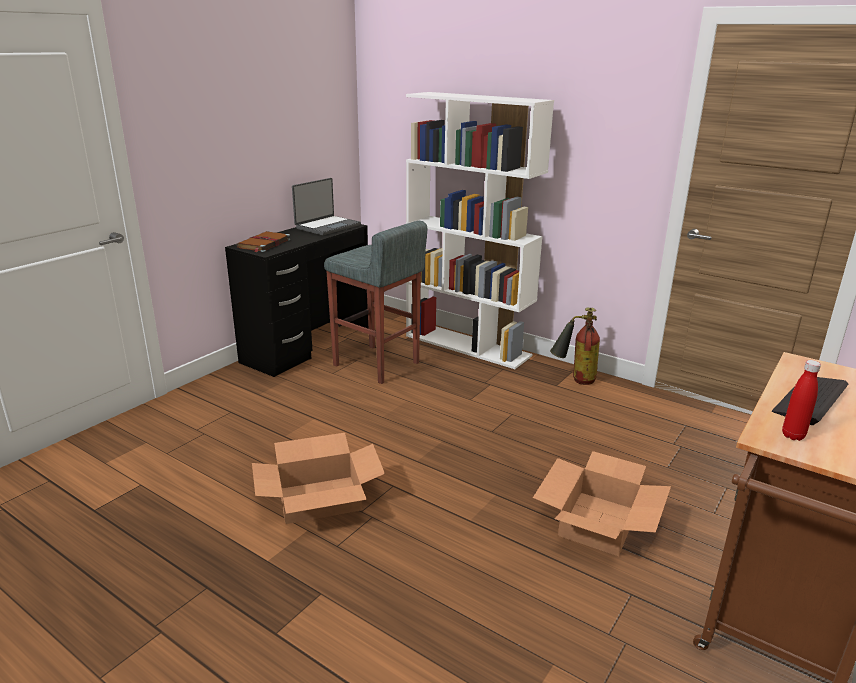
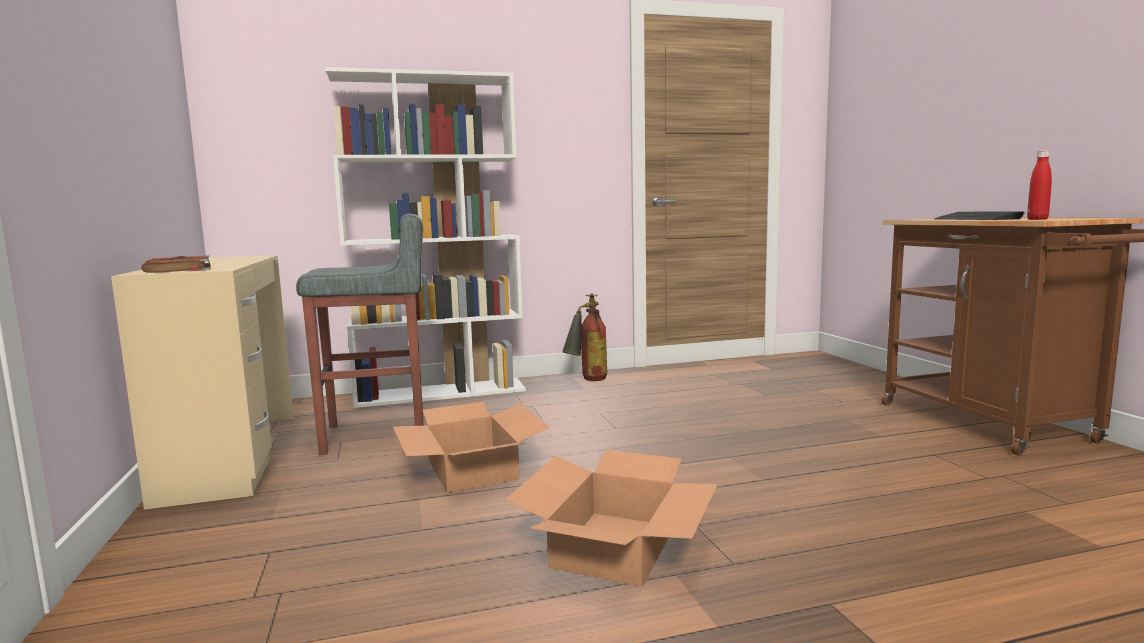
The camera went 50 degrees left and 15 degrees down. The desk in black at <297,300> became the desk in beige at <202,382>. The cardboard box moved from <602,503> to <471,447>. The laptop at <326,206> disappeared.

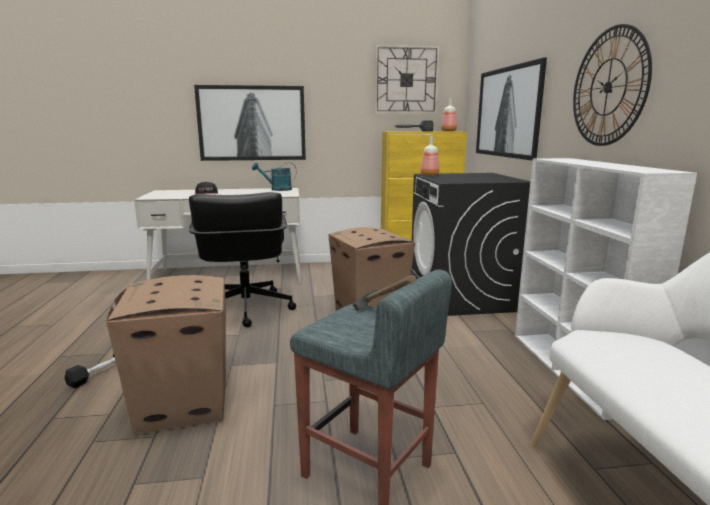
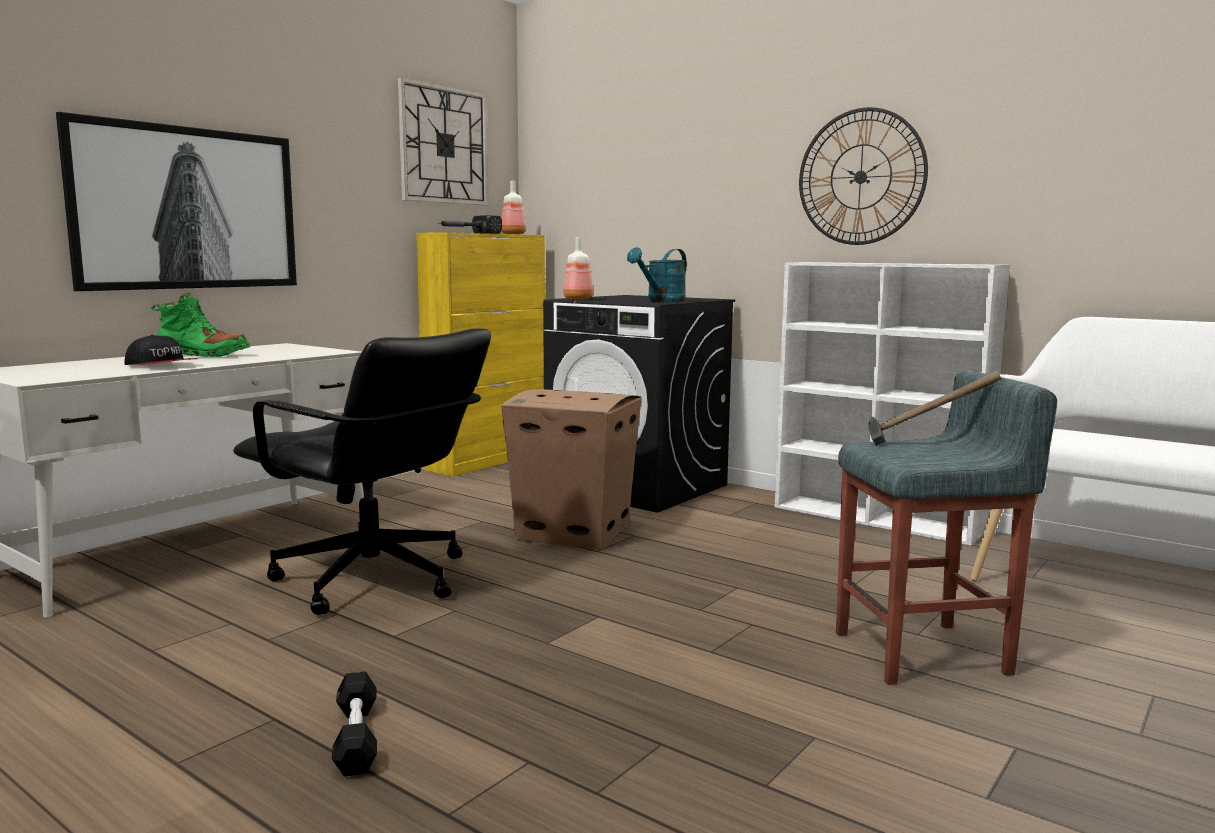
The camera went 45 degrees left and 5 degrees down. The boot in green at <200,324> appeared. The watering can in turquoise moved from <274,176> to <657,274>. The cardboard box at <166,355> disappeared. The picture at <511,109> disappeared.

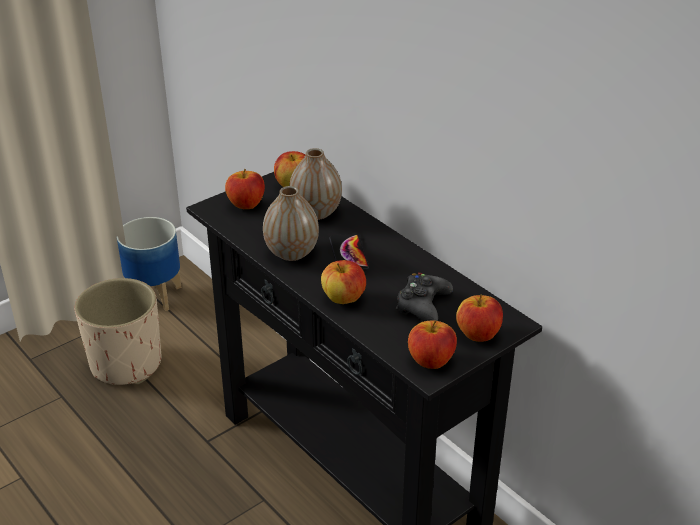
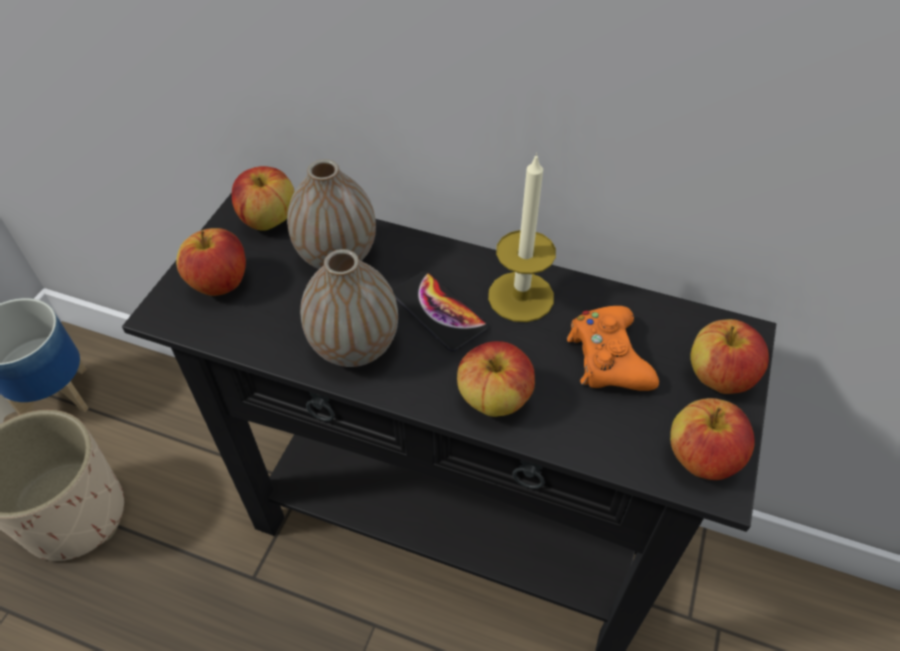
The camera went 30 degrees left and 15 degrees up. The candle at <522,237> appeared. The game controller in black at <424,297> became the game controller in orange at <613,348>.

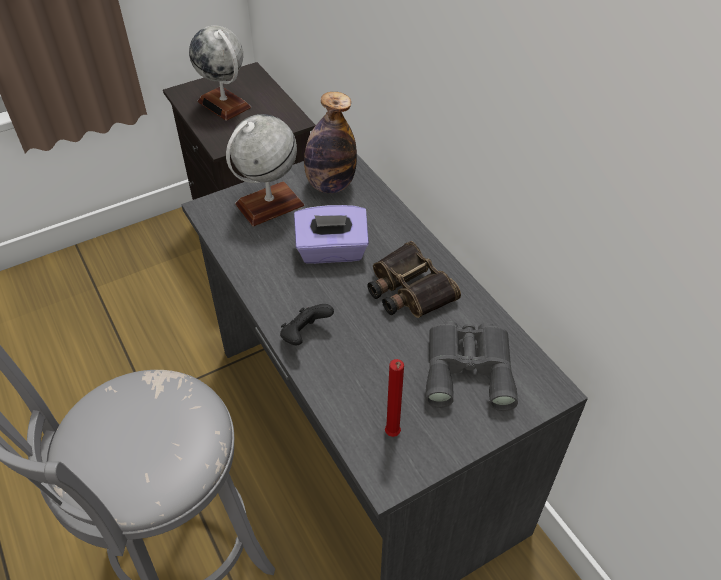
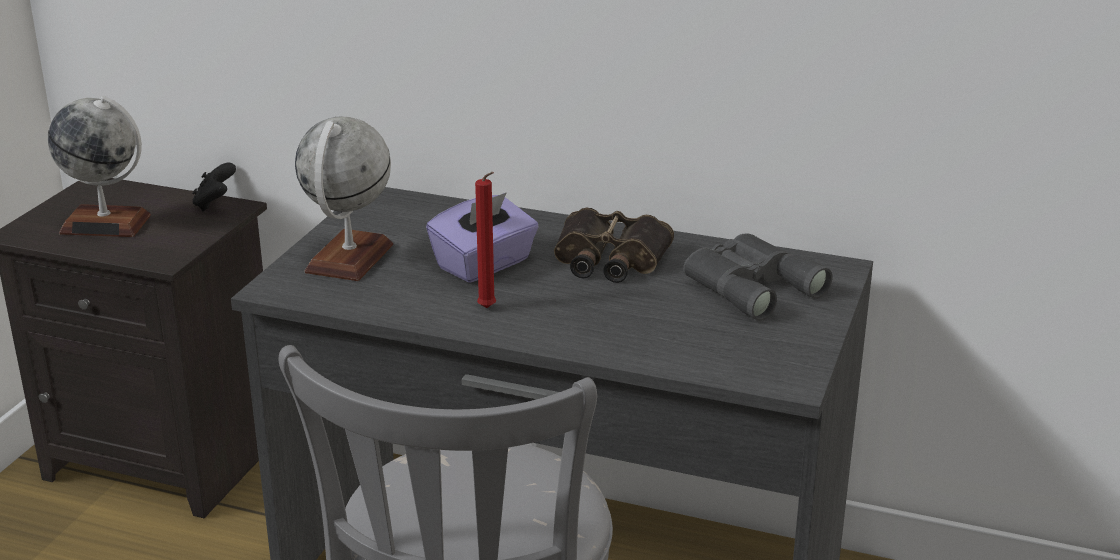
The camera went 40 degrees left and 20 degrees down. The game controller in black moved from <307,324> to <214,187>. The candle in red moved from <394,398> to <485,240>. The bottle at <330,142> disappeared.

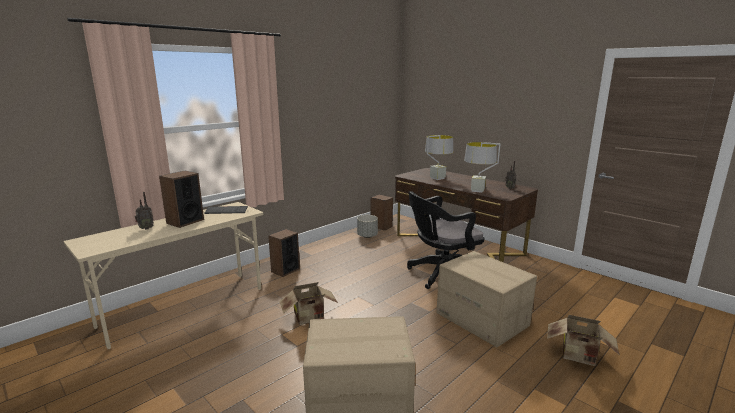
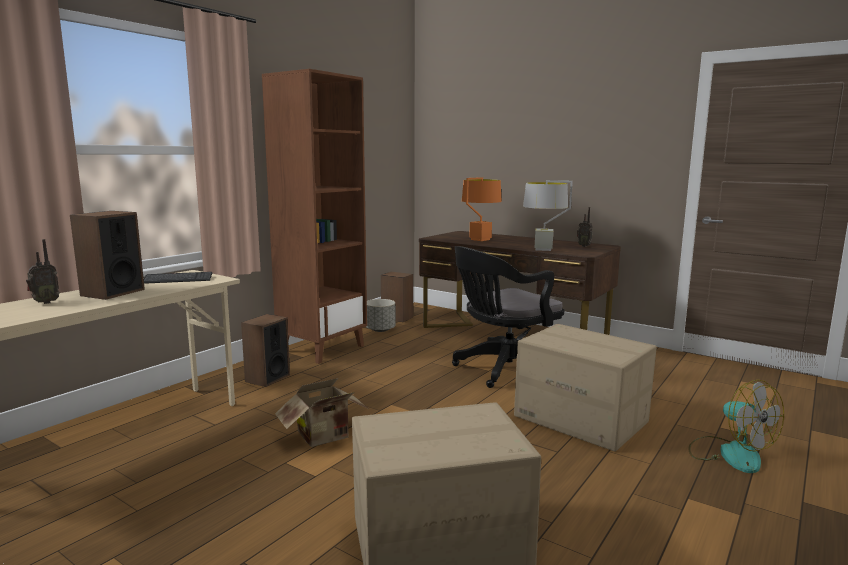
The camera went 10 degrees left and 5 degrees down. The bookcase in brown at <314,216> appeared. The table lamp in grey at <439,157> became the table lamp in orange at <482,209>. The cardboard box at <583,340> was replaced by the fan at <736,426>.

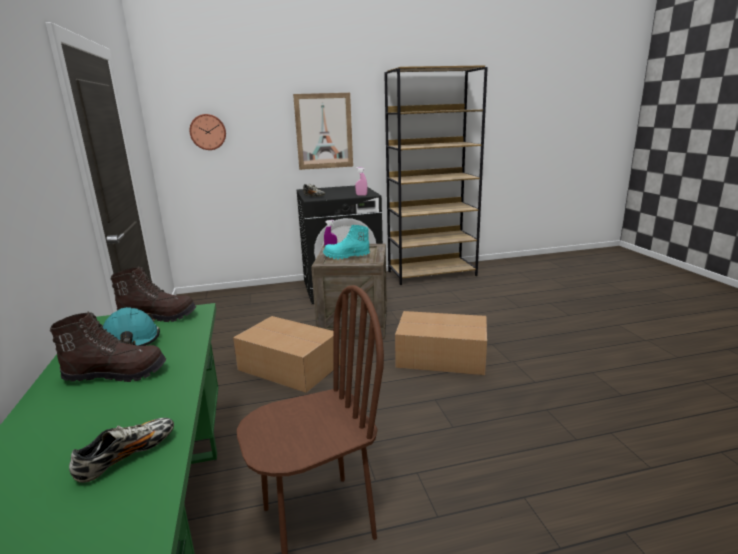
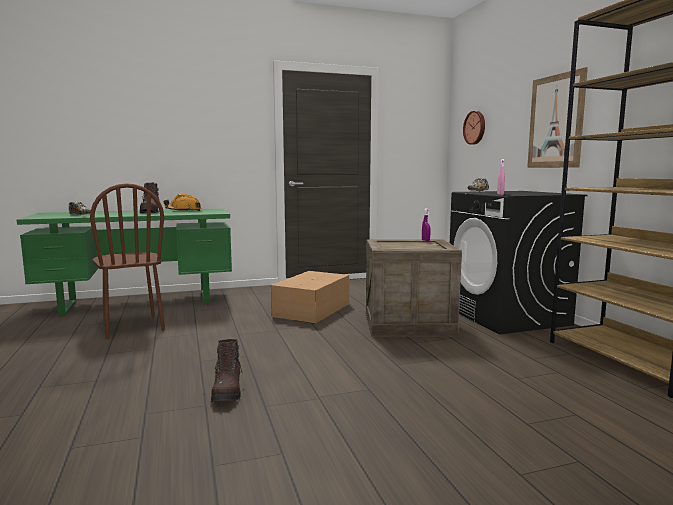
The camera went 85 degrees right and 10 degrees down. The hard hat in turquoise at <131,326> became the hard hat in orange at <182,202>. The boot in brown moved from <153,294> to <227,370>. The boot in turquoise at <346,242> disappeared. The cardboard box at <441,343> disappeared.

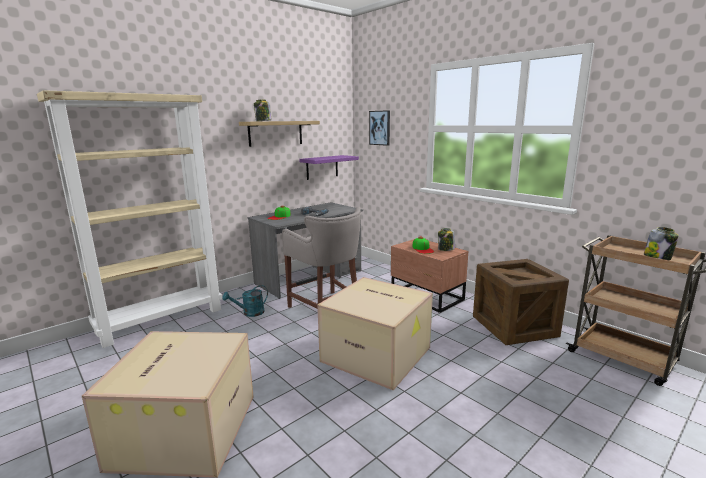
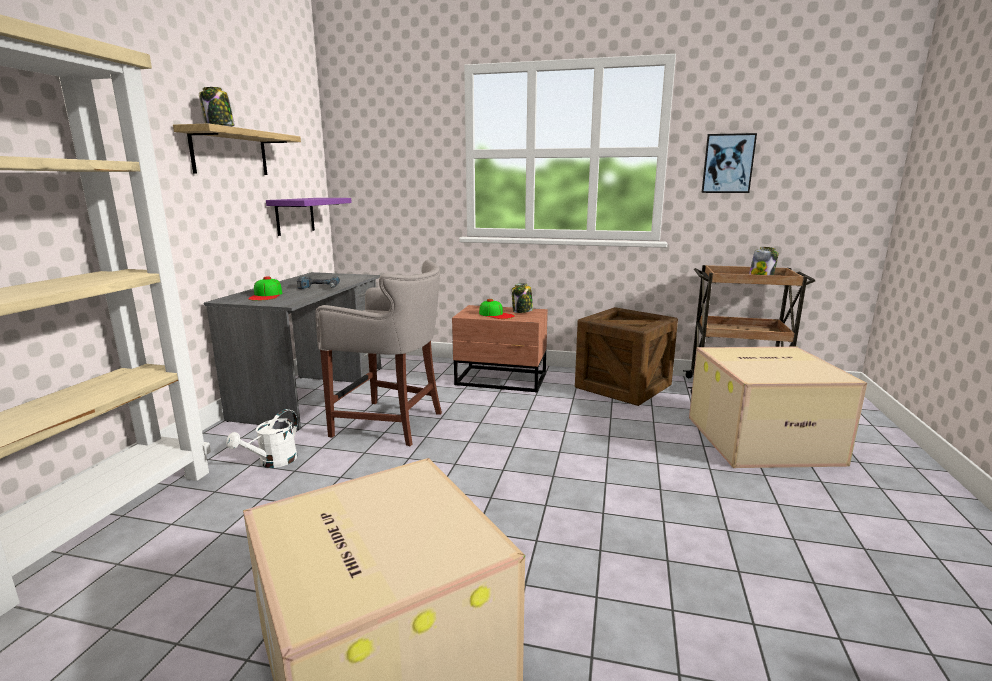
The camera went 35 degrees left and 0 degrees up. The watering can in turquoise at <245,301> became the watering can in white at <262,438>. The cardboard box moved from <375,333> to <778,407>. The picture moved from <379,128> to <729,163>.

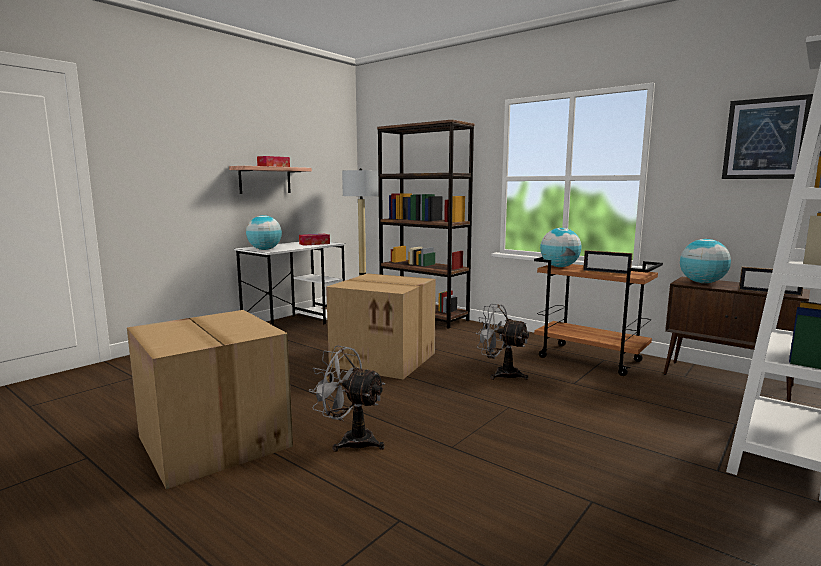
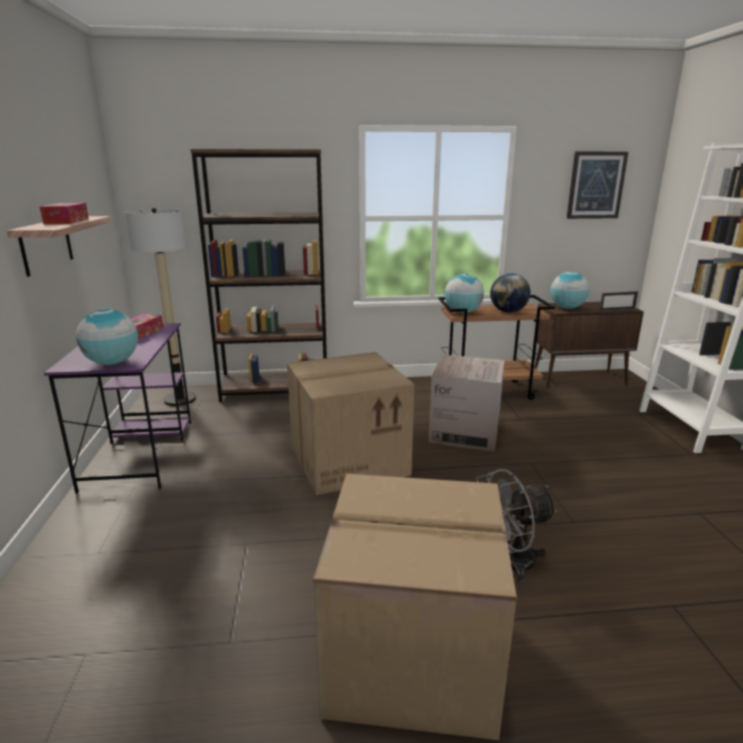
The camera went 45 degrees left and 10 degrees up. The desk in white at <290,284> became the desk in purple at <117,408>. The fan in grey at <502,342> was replaced by the cardboard box at <467,403>. The picture frame at <607,262> was replaced by the globe at <510,293>.

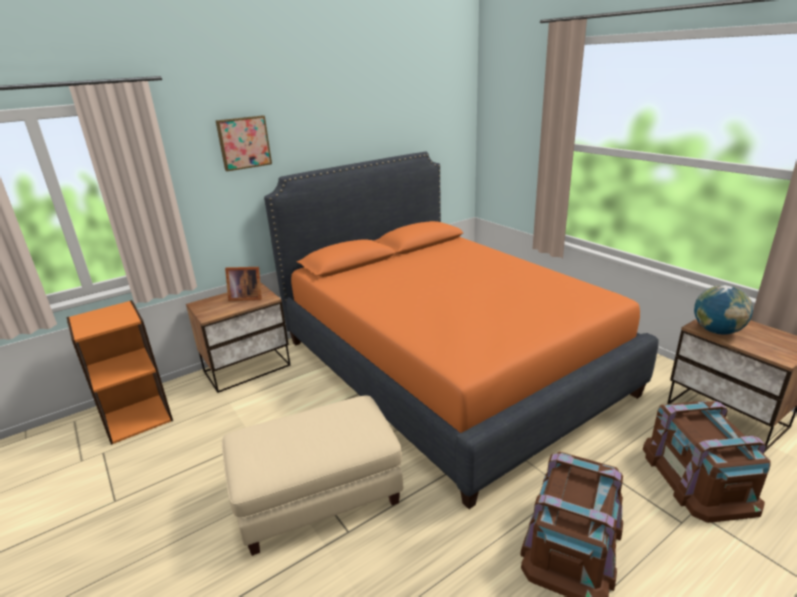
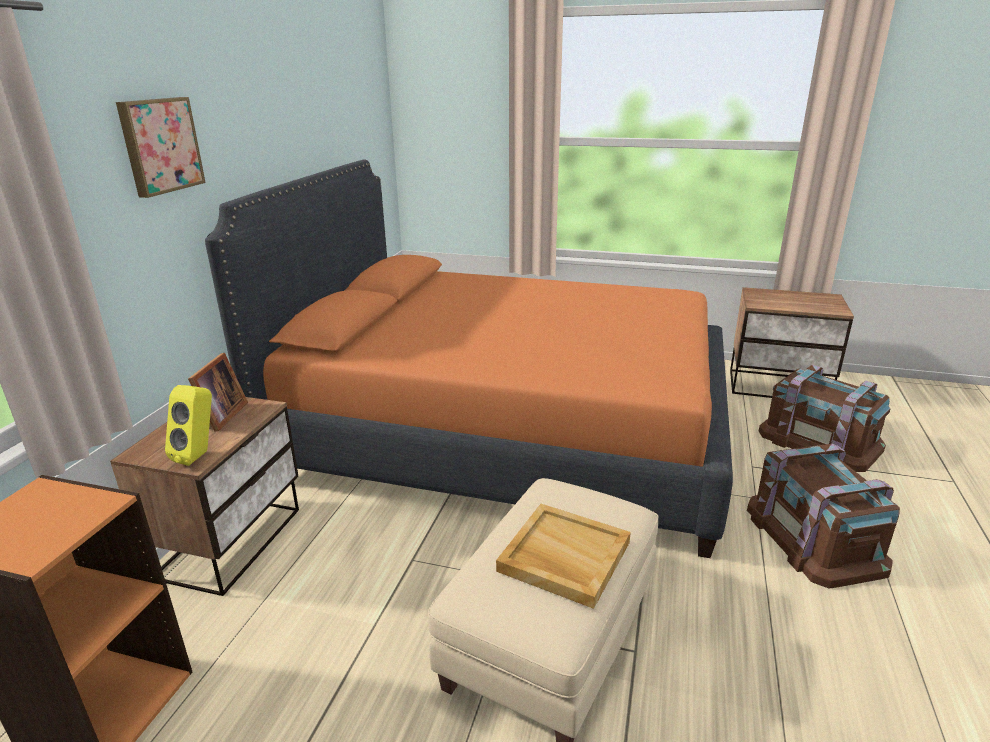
The camera went 40 degrees left and 0 degrees up. The speaker in yellow at <188,425> appeared. The picture frame at <243,284> turned 45 degrees counterclockwise. The tray in beige at <563,556> appeared. The globe at <723,310> disappeared.

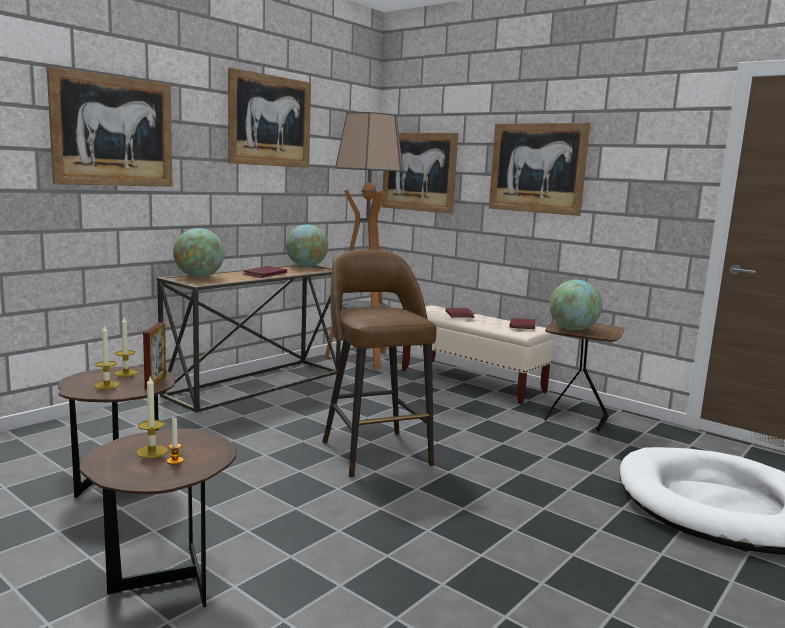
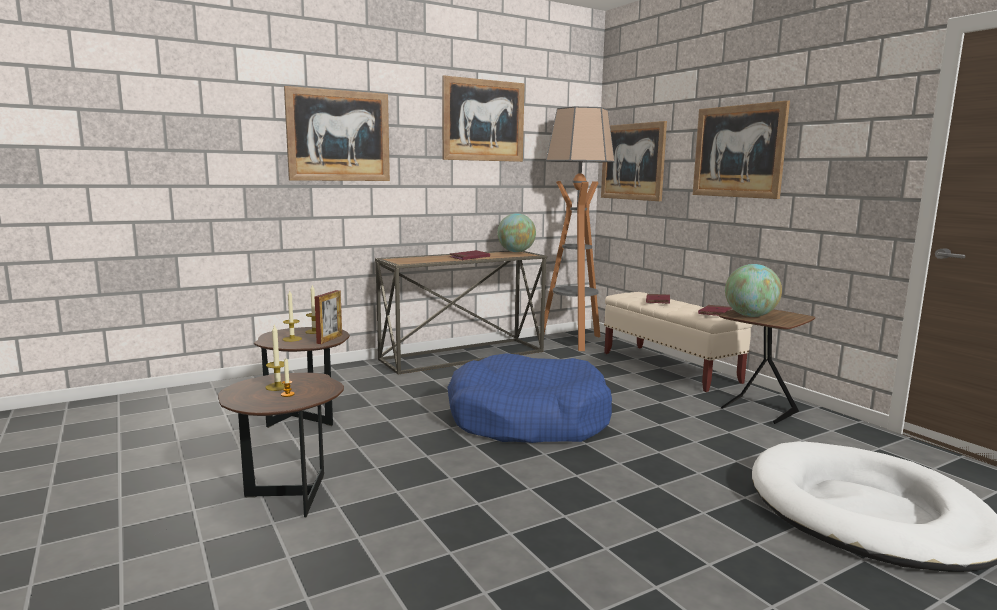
The camera went 20 degrees right and 0 degrees up. The stool in brown at <379,364> was replaced by the dog bed in blue at <529,398>. The globe at <198,253> disappeared.

